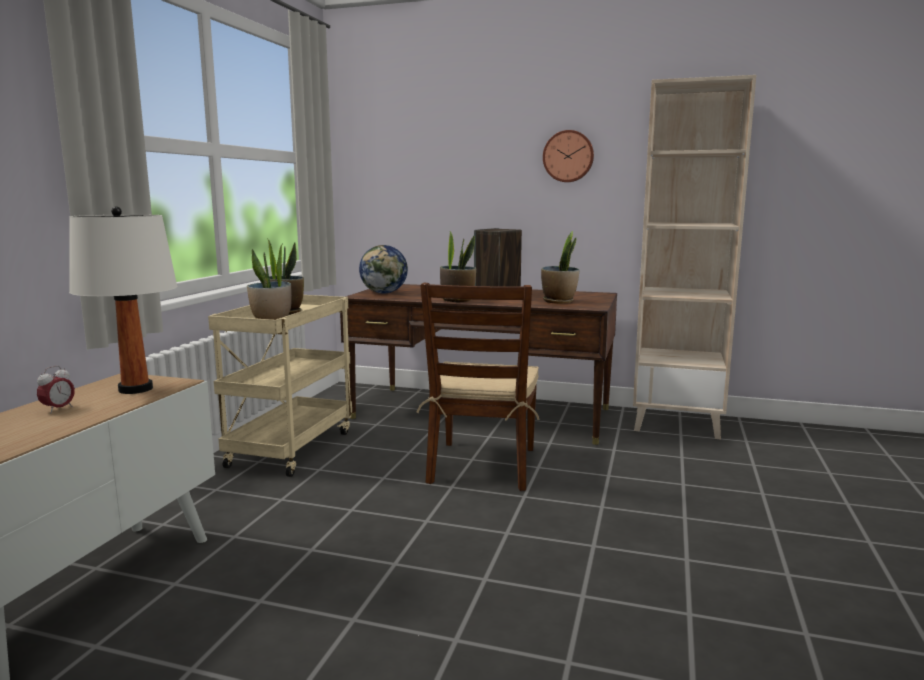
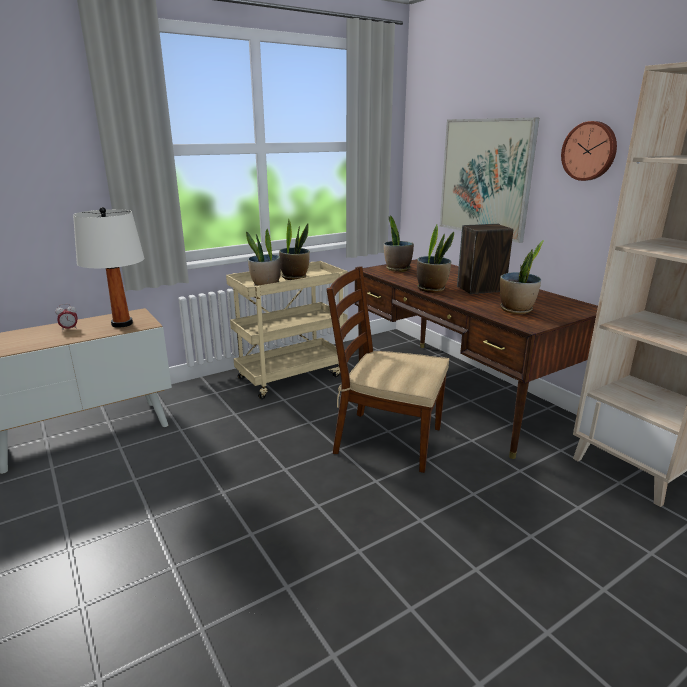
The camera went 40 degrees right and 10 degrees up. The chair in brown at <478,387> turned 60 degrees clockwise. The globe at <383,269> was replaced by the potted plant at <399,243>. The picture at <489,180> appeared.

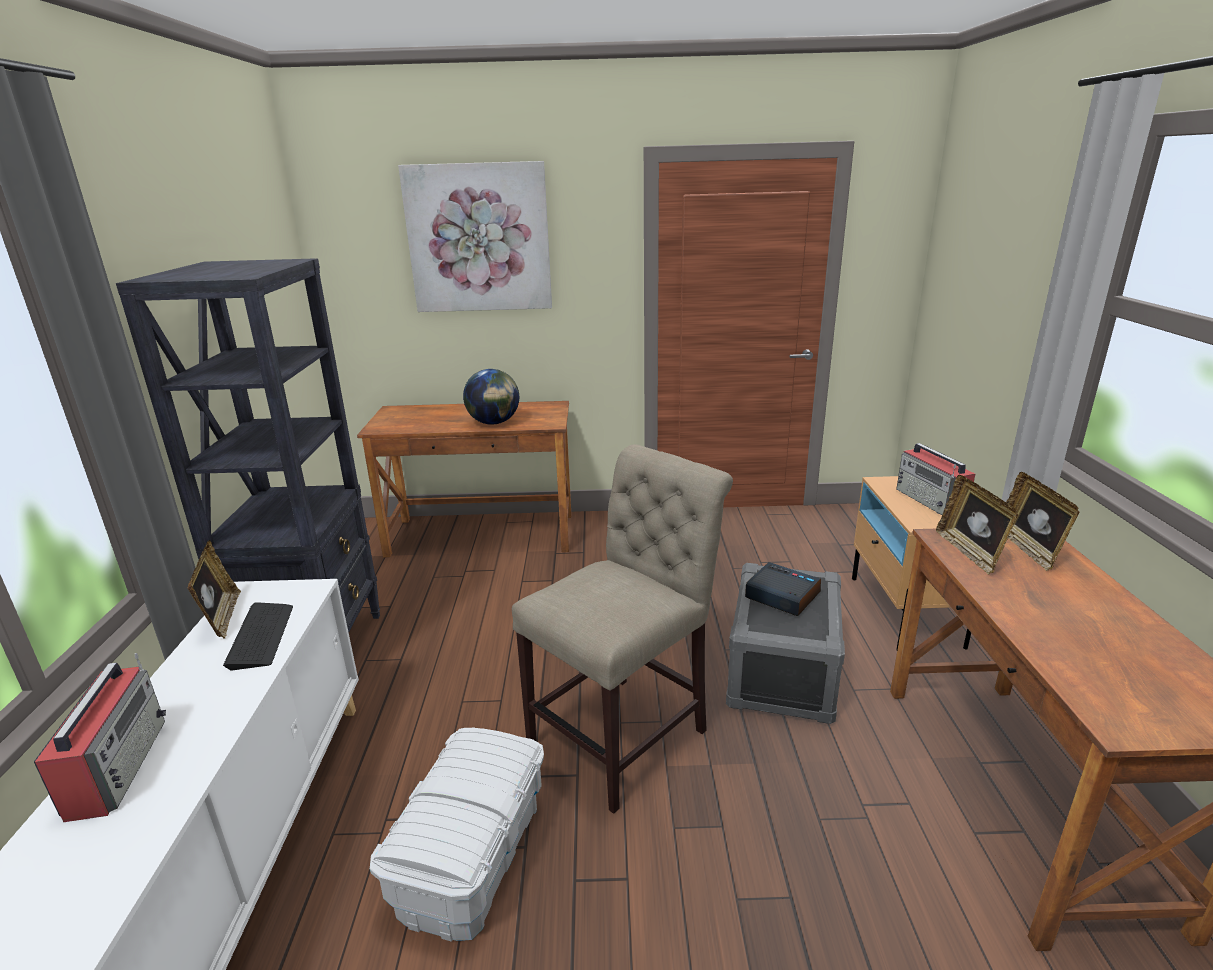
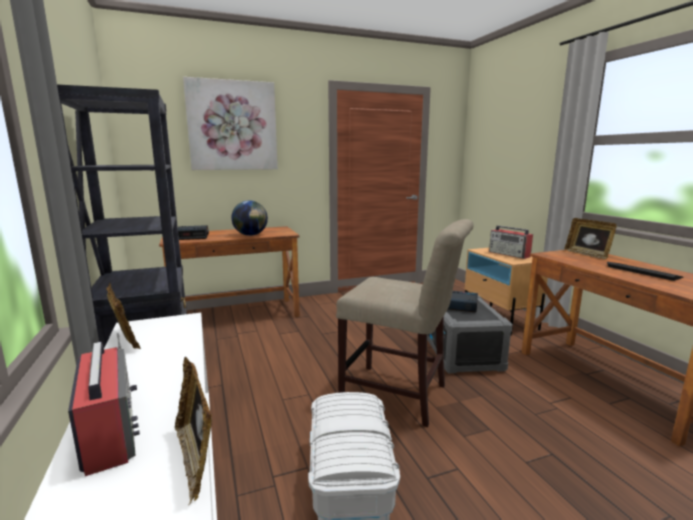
The camera went 20 degrees left and 10 degrees down. The picture frame moved from <977,525> to <193,430>. The alarm clock at <193,232> appeared. The chair in beige at <622,629> turned 90 degrees clockwise. The keyboard moved from <258,636> to <645,271>.

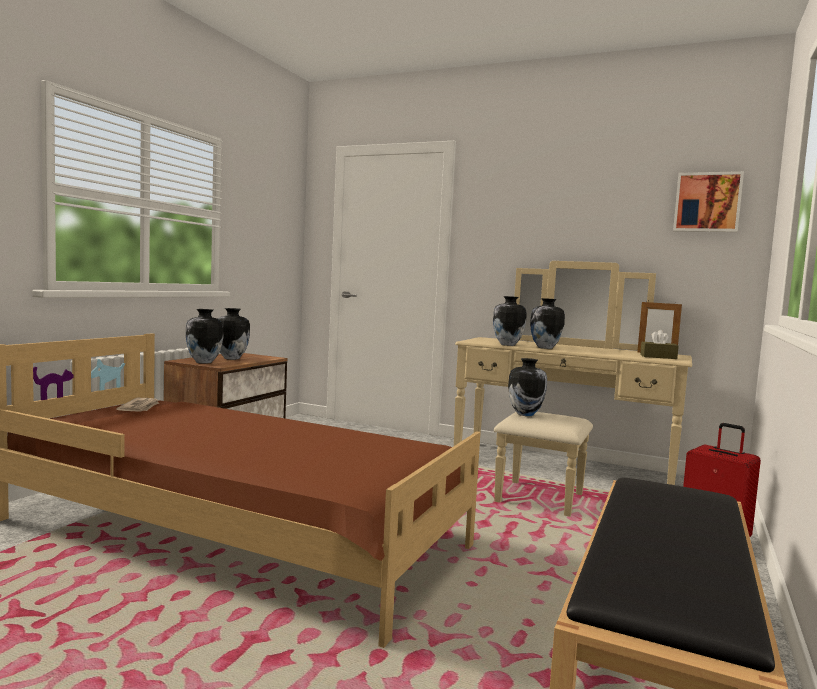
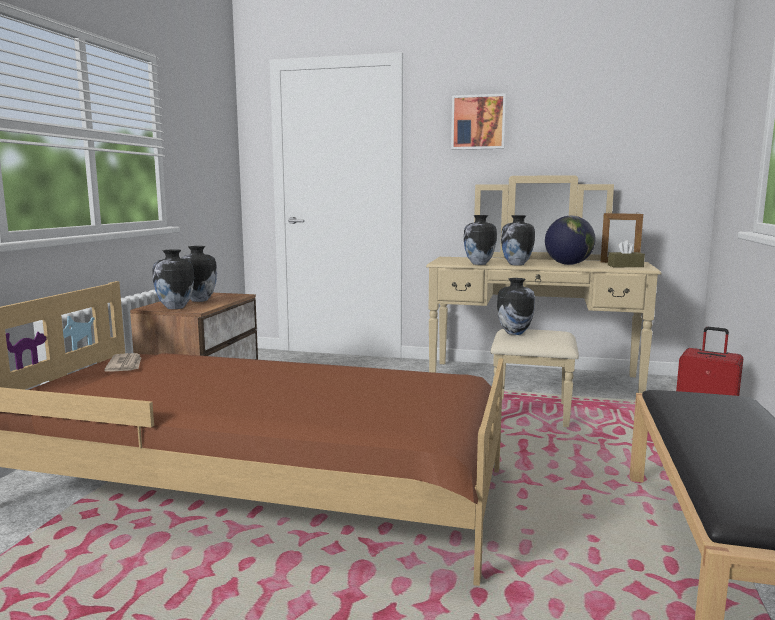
The camera went 10 degrees left and 5 degrees up. The picture moved from <708,201> to <478,121>. The globe at <570,240> appeared.

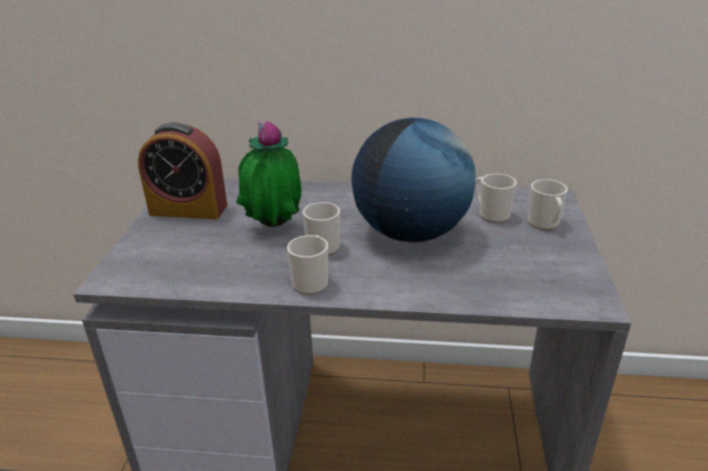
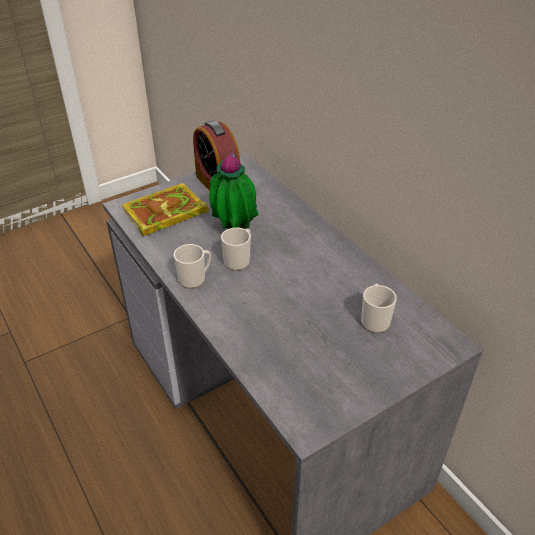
The camera went 50 degrees right and 10 degrees up. The book at <165,210> appeared. The globe at <413,180> disappeared. The mug at <547,204> disappeared.

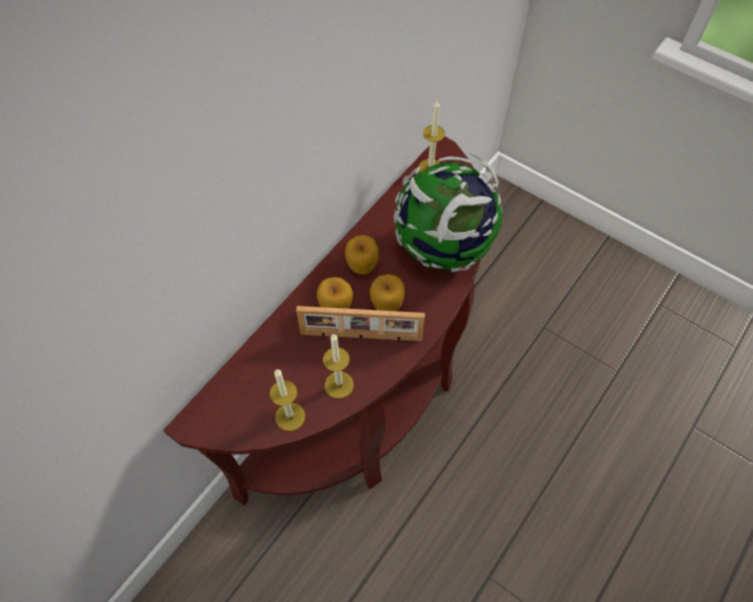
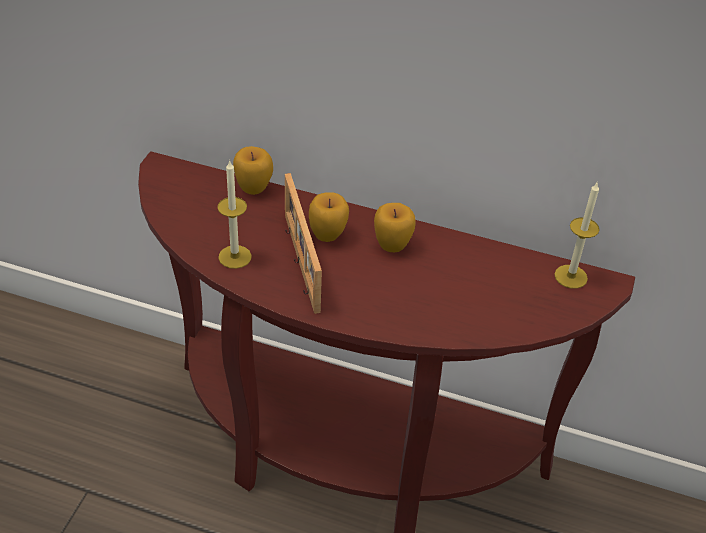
The camera went 70 degrees right and 15 degrees down. The apple moved from <387,292> to <253,170>. The candle at <287,400> disappeared. The globe at <448,211> disappeared.

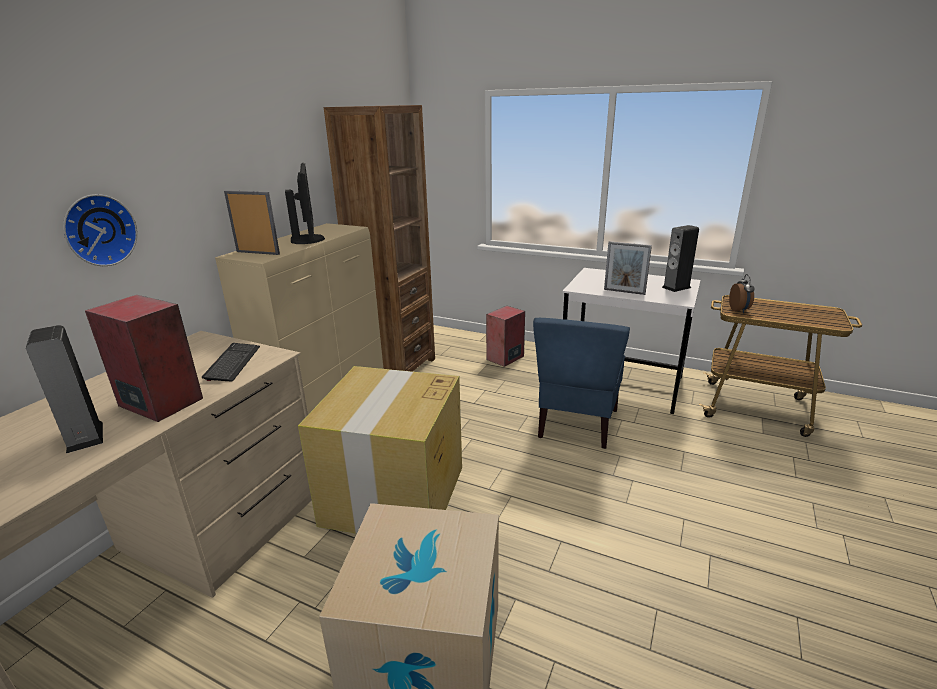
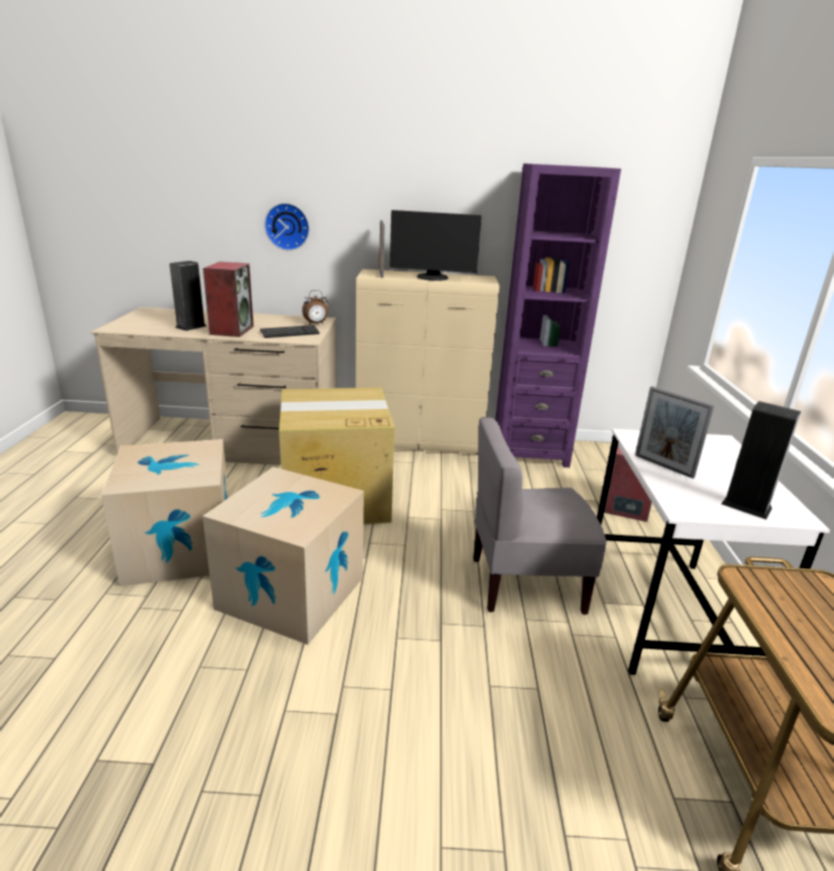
The camera went 65 degrees right and 0 degrees up. The cardboard box at <283,556> appeared. The alarm clock moved from <742,293> to <315,307>. The monitor at <305,203> turned 45 degrees clockwise. The chair in blue at <581,383> became the chair in grey at <540,516>. The bookcase in brown at <379,238> became the bookcase in purple at <558,315>. The picture frame at <628,268> turned 45 degrees counterclockwise.

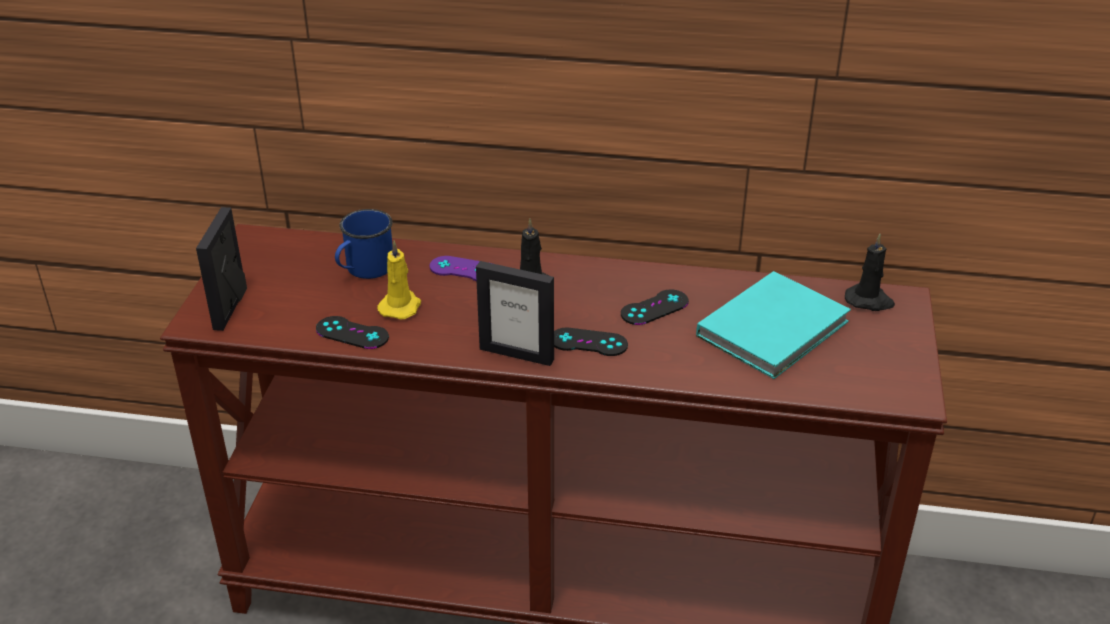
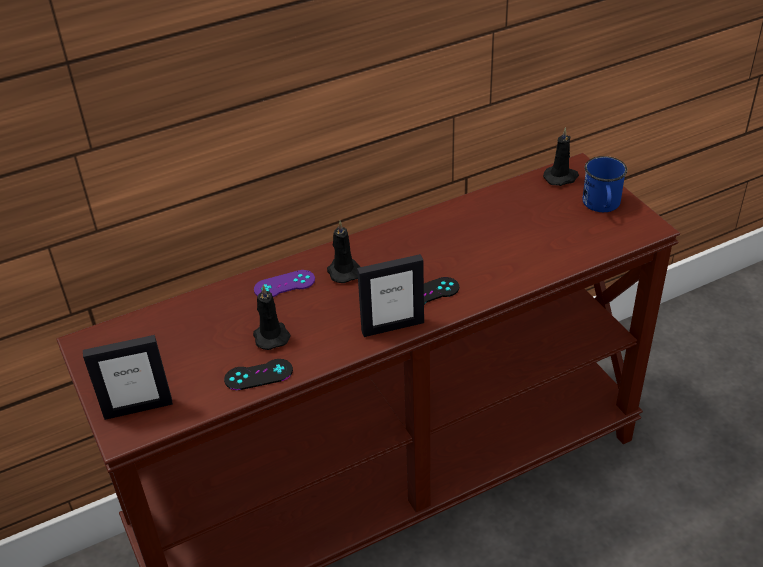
The camera went 35 degrees left and 5 degrees up. The picture frame at <221,269> turned 75 degrees counterclockwise. The candle in yellow at <399,280> became the candle in black at <272,317>. The mug in blue moved from <364,244> to <604,184>. The game controller in black at <655,307> disappeared. The book in turquoise at <773,325> disappeared.

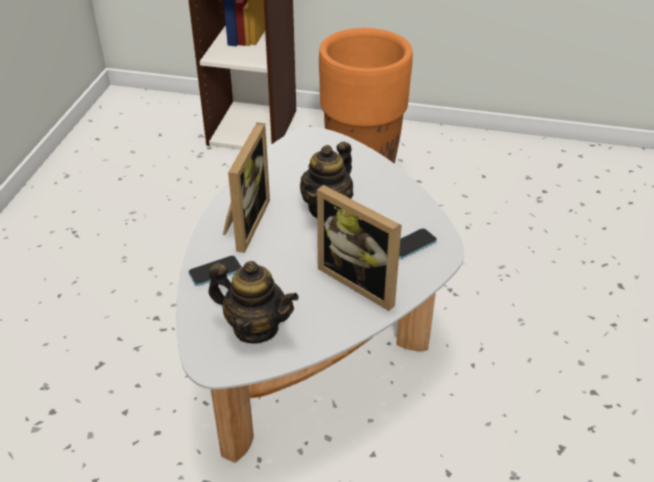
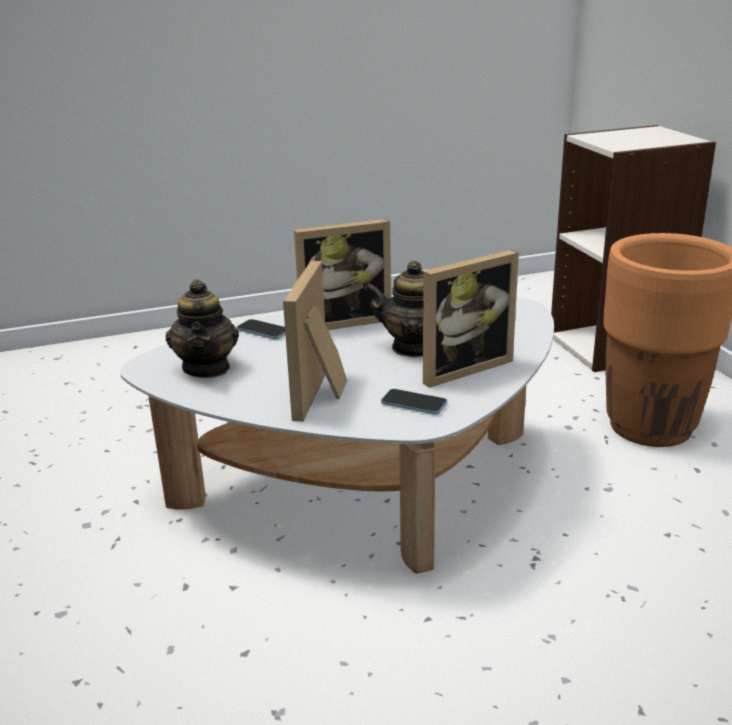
The camera went 60 degrees right and 15 degrees down. The picture frame at <471,319> appeared.

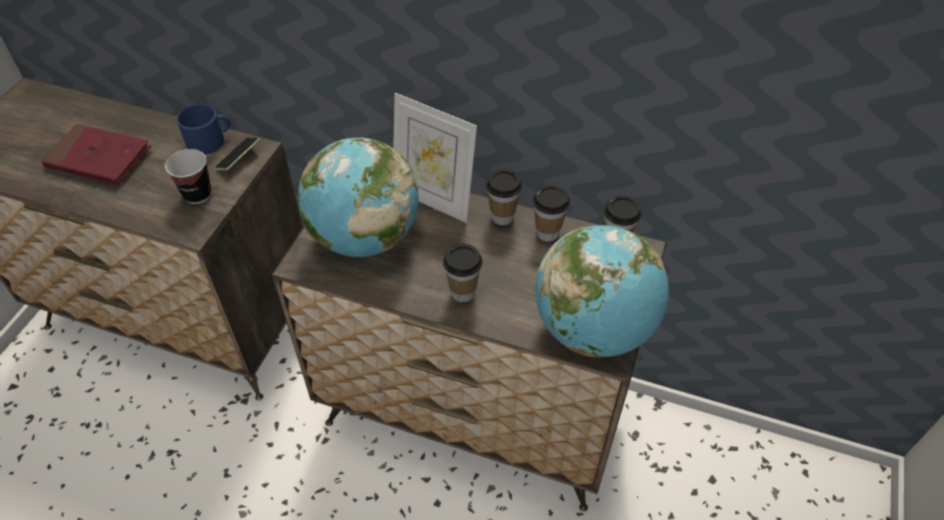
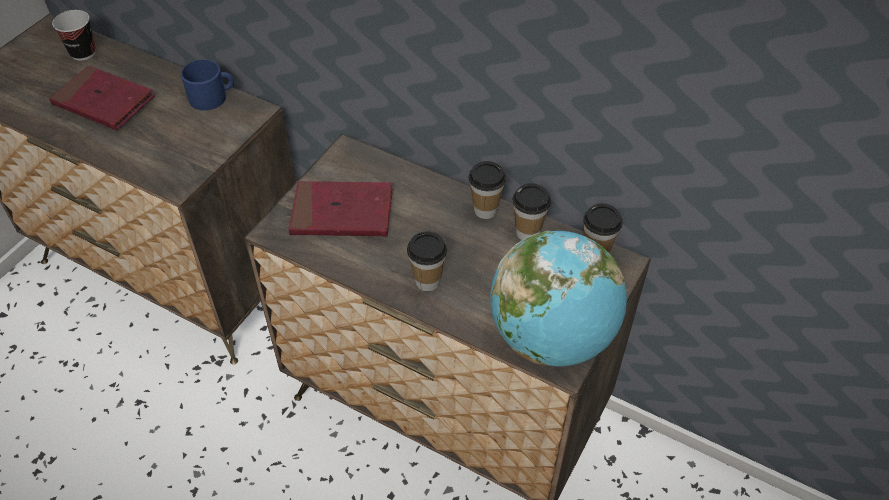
The camera went 10 degrees right and 0 degrees up. The cup moved from <188,176> to <74,35>. The globe at <358,197> was replaced by the book in red at <340,208>. The phone at <237,153> disappeared. The picture frame at <435,158> disappeared.

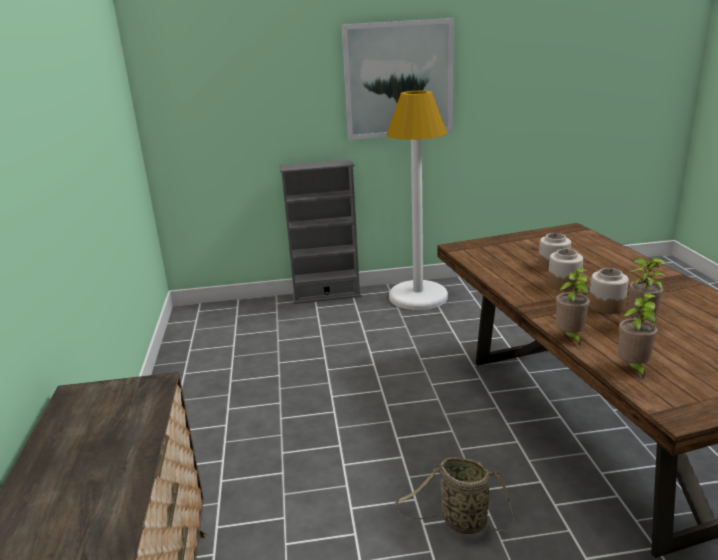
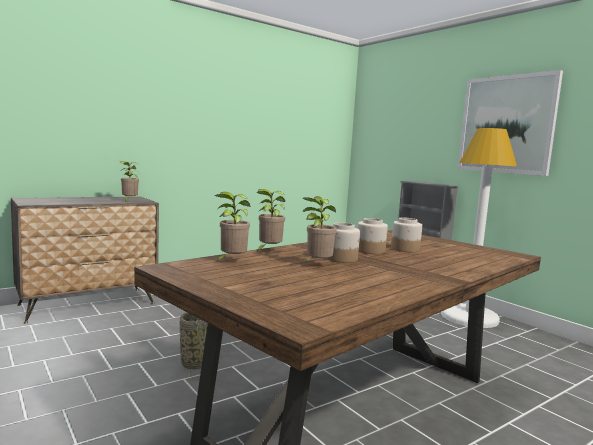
The camera went 60 degrees right and 15 degrees down. The potted plant at <129,181> appeared.

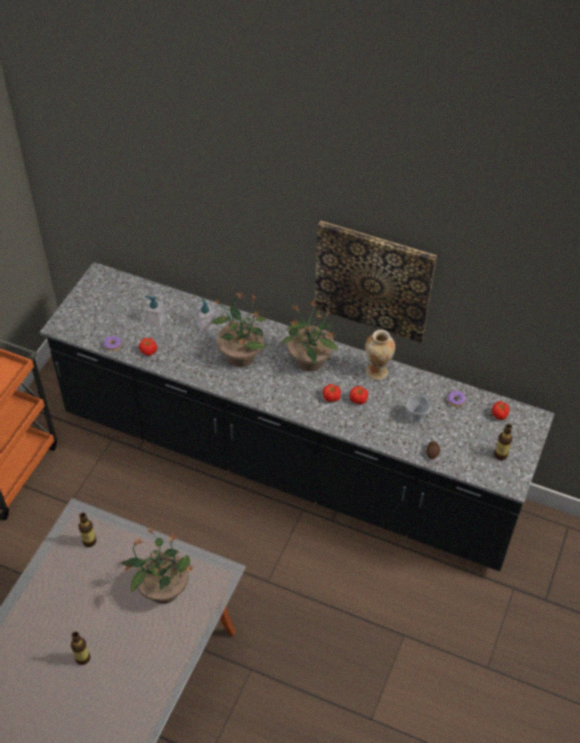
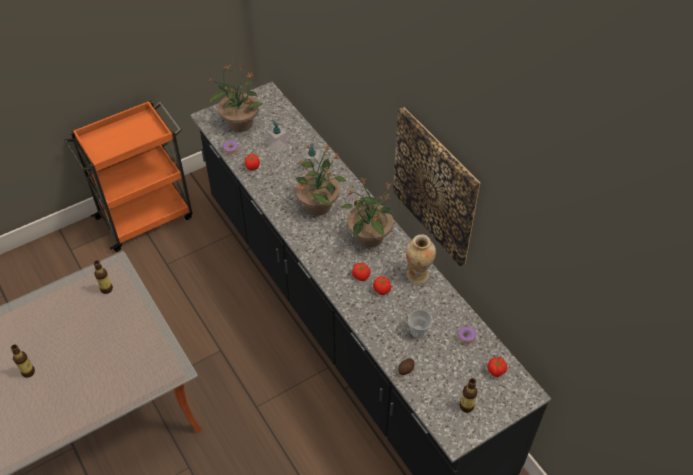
The camera went 35 degrees right and 0 degrees up. The potted plant moved from <158,565> to <236,97>.

